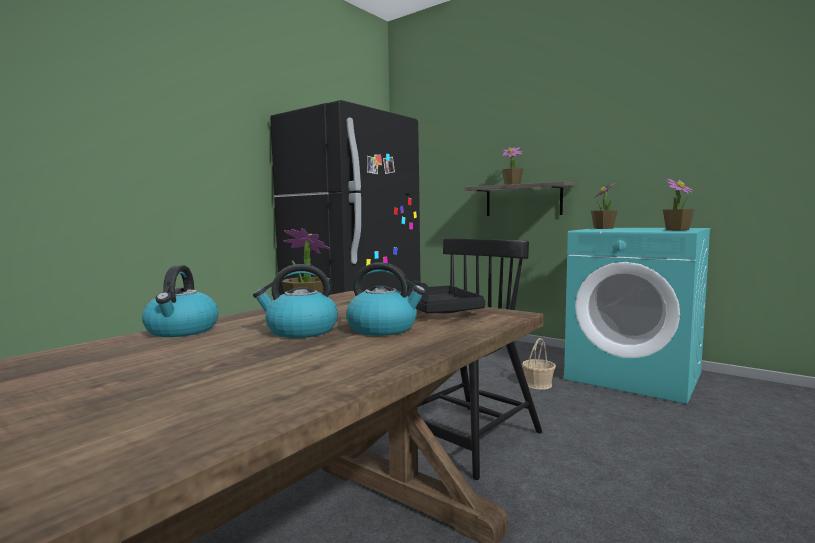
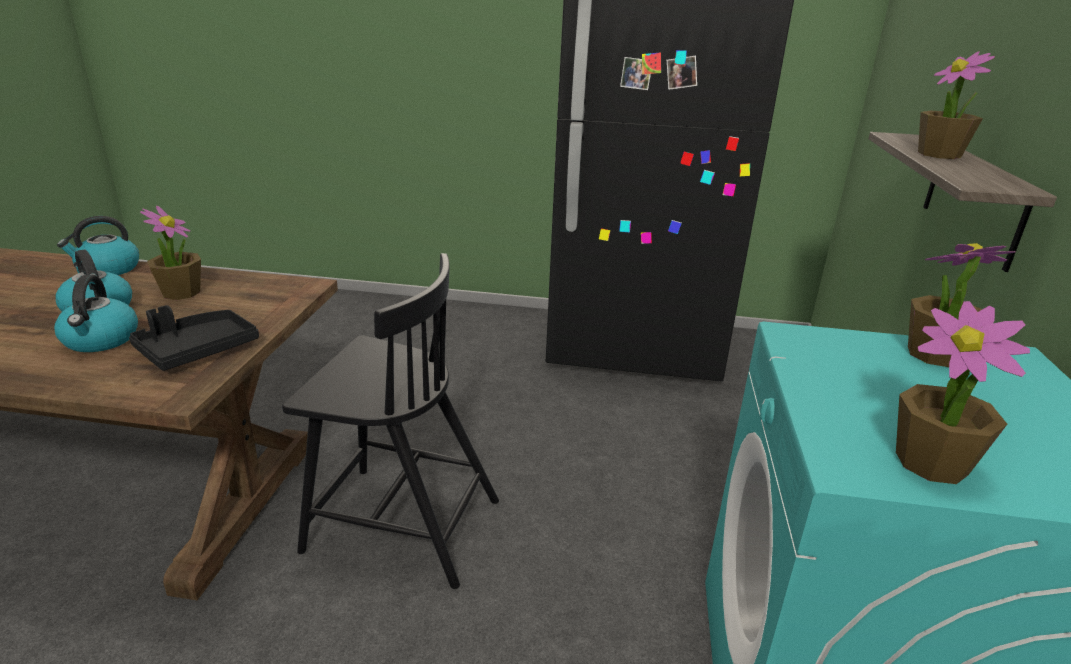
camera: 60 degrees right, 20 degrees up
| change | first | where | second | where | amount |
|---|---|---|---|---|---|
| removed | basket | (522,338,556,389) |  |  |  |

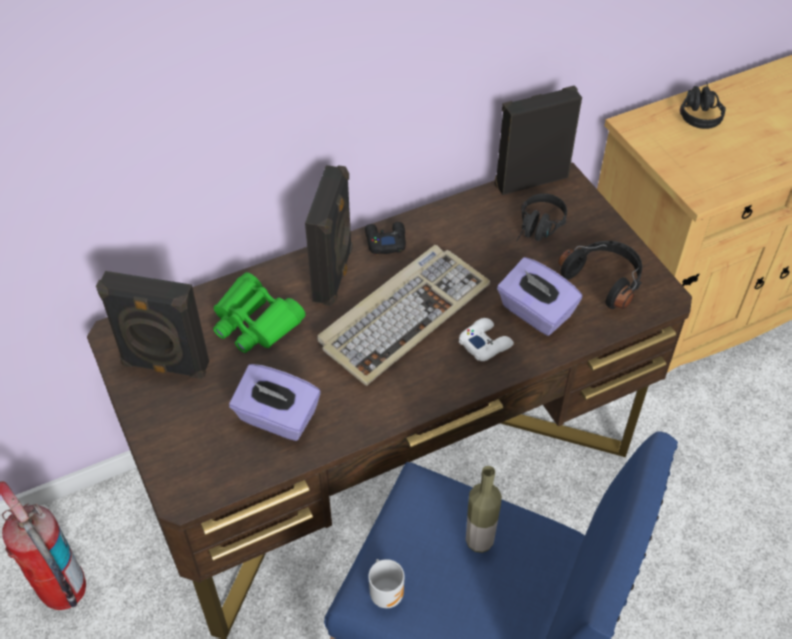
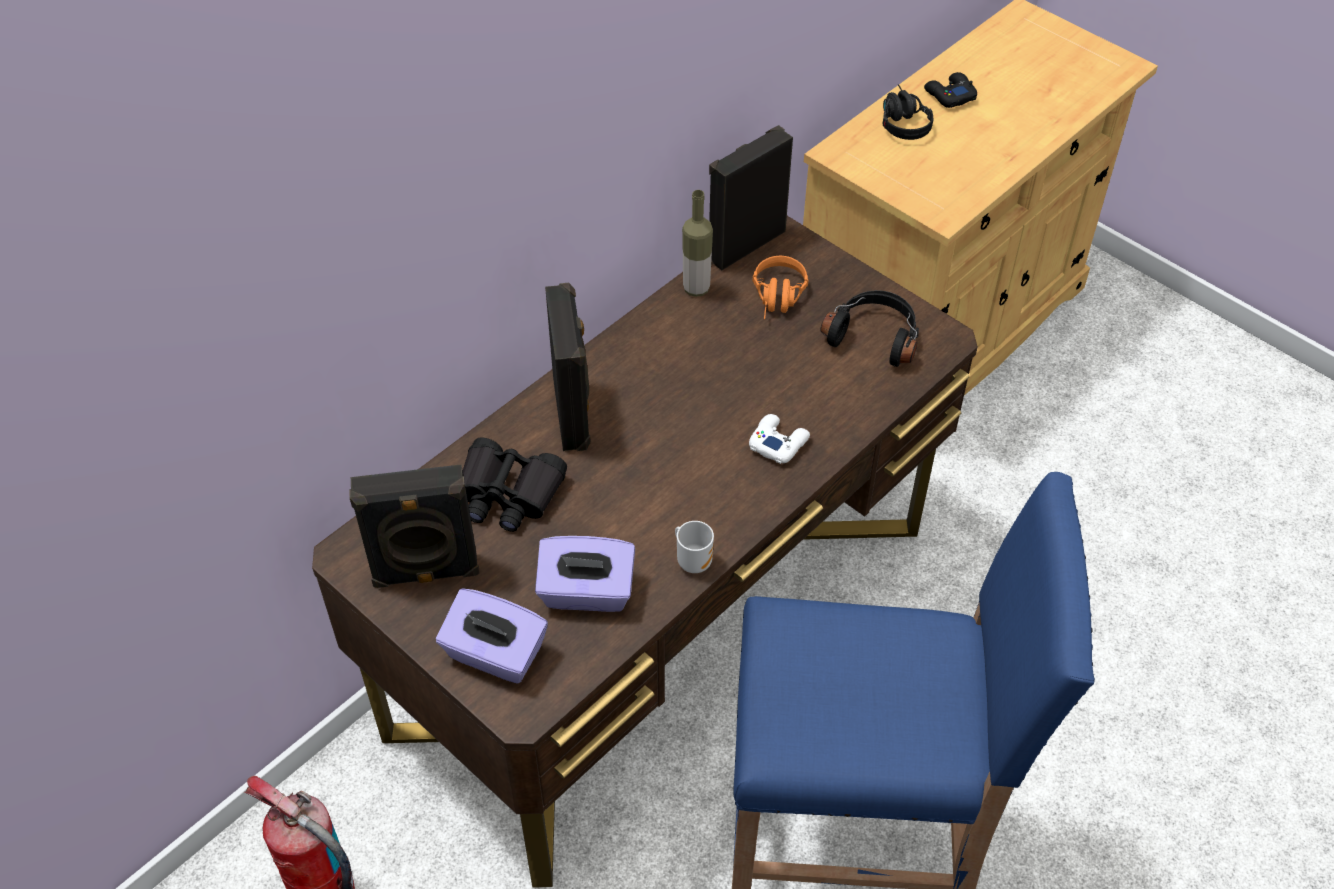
camera: 20 degrees left, 0 degrees up
| change | first | where | second | where | amount |
|---|---|---|---|---|---|
| recoloured | headset (black-coloured) | (516,193,567,242) | headset (orange) | (753,256,808,320) |  |
| moved | gamepad (black-coloured) | (365,222,406,254) |  | (924,72,977,108) |  |
| removed | computer keyboard | (317,245,490,386) |  |  |  |
| moved | tissue holder (purple) | (497,257,582,336) |  | (436,588,548,684) |  |
| recoloured | pair of binoculars (greenish) | (213,272,306,353) | pair of binoculars (black-coloured) | (463,437,567,532) |  |
| moved | bottle | (466,466,502,553) |  | (682,190,713,297) |  |
| moved | mug | (368,559,405,608) |  | (675,521,714,573) |  |

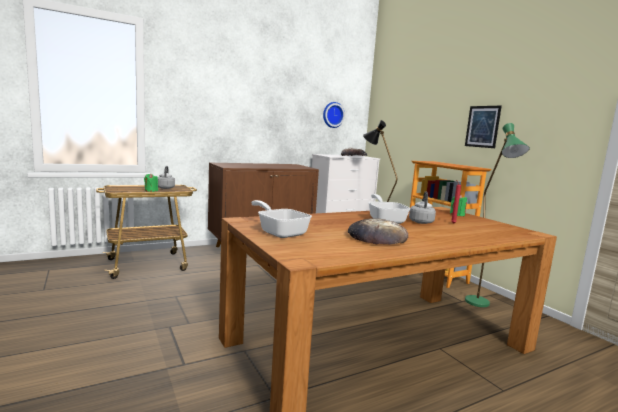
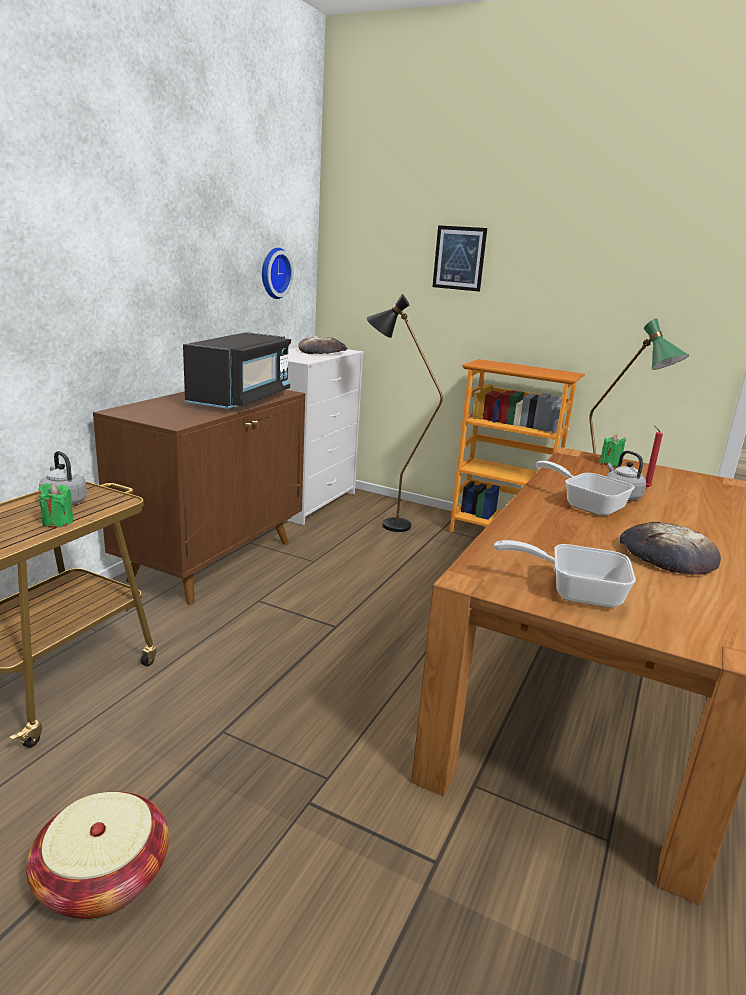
camera: 35 degrees left, 10 degrees up
| change | first | where | second | where | amount |
|---|---|---|---|---|---|
| moved | picture | (465,106,502,148) |  | (432,225,487,292) |  |
| added |  |  | kitchen microwave (black-coloured) | (183,332,291,409) |  |
| added |  |  | basket | (26,792,169,919) |  |

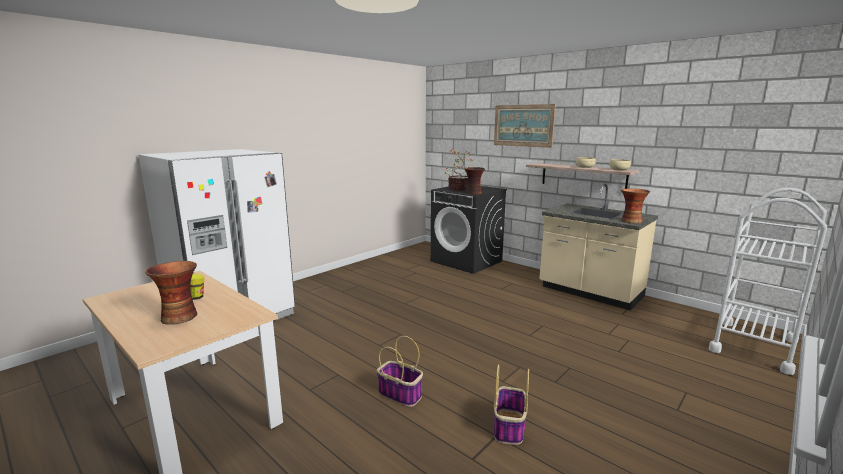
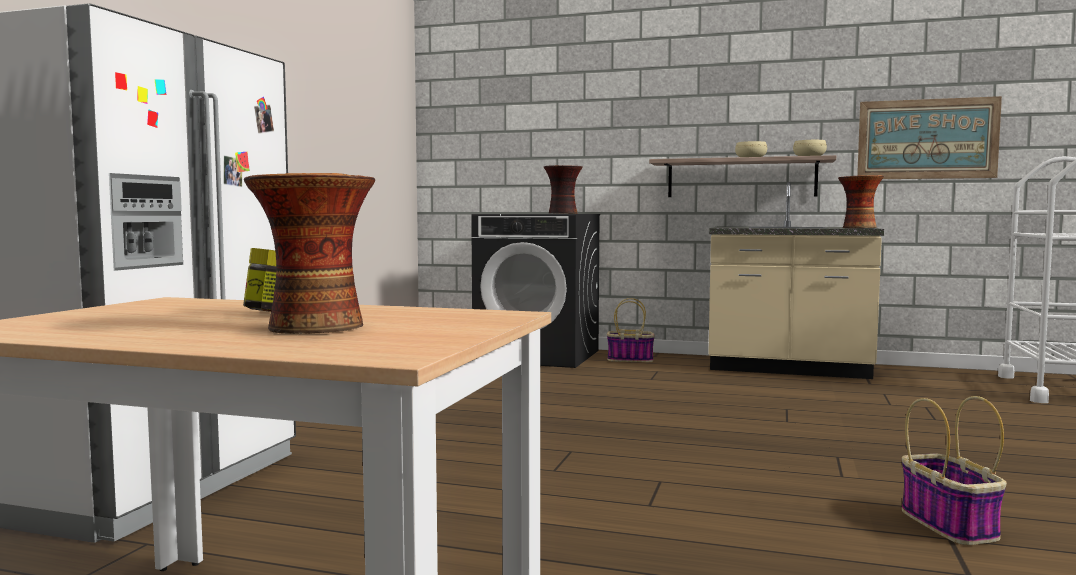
camera: 25 degrees left, 10 degrees down
| change | first | where | second | where | amount |
|---|---|---|---|---|---|
| moved | picture | (494,104,556,148) |  | (857,96,1002,179) |  |
| removed | houseplant | (445,150,473,191) |  |  |  |
| moved | basket | (377,336,423,407) |  | (607,298,655,362) |  |

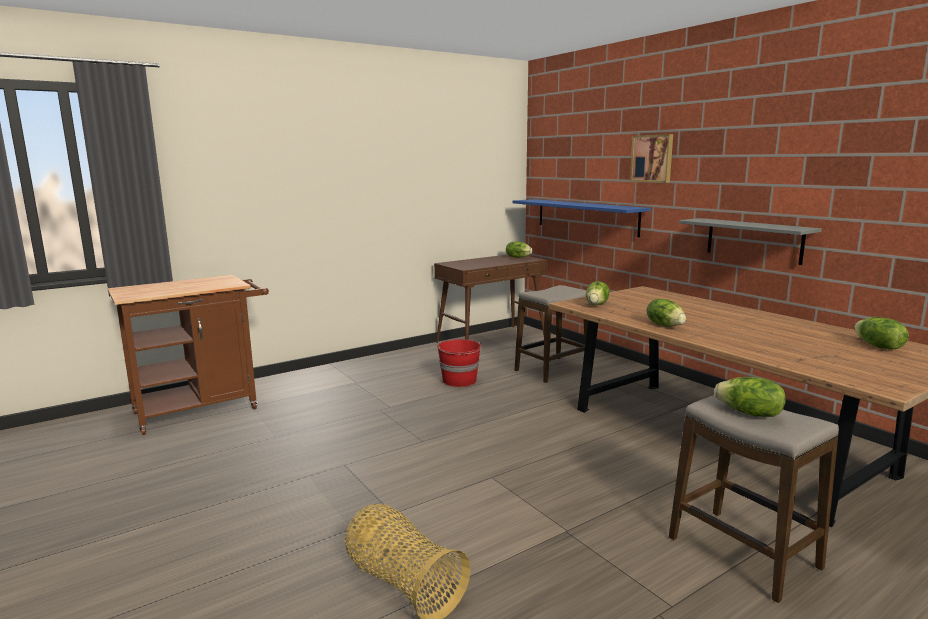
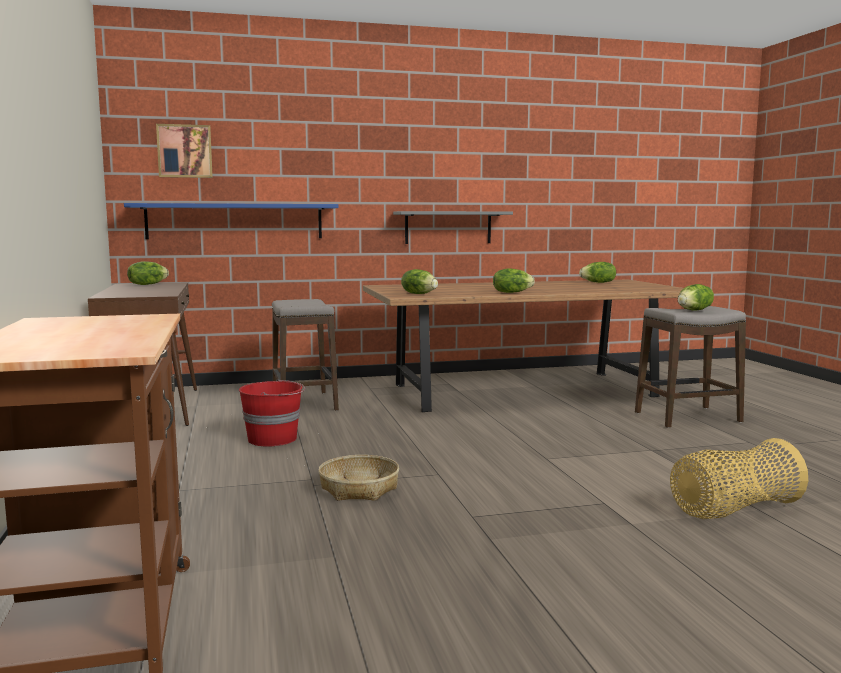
camera: 70 degrees left, 5 degrees down
| change | first | where | second | where | amount |
|---|---|---|---|---|---|
| moved | picture | (630,134,673,183) |  | (156,124,213,178) |  |
| added |  |  | basket | (318,455,399,501) |  |

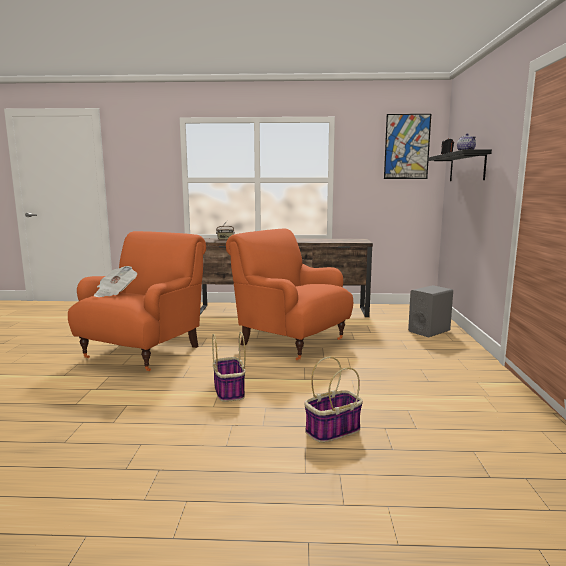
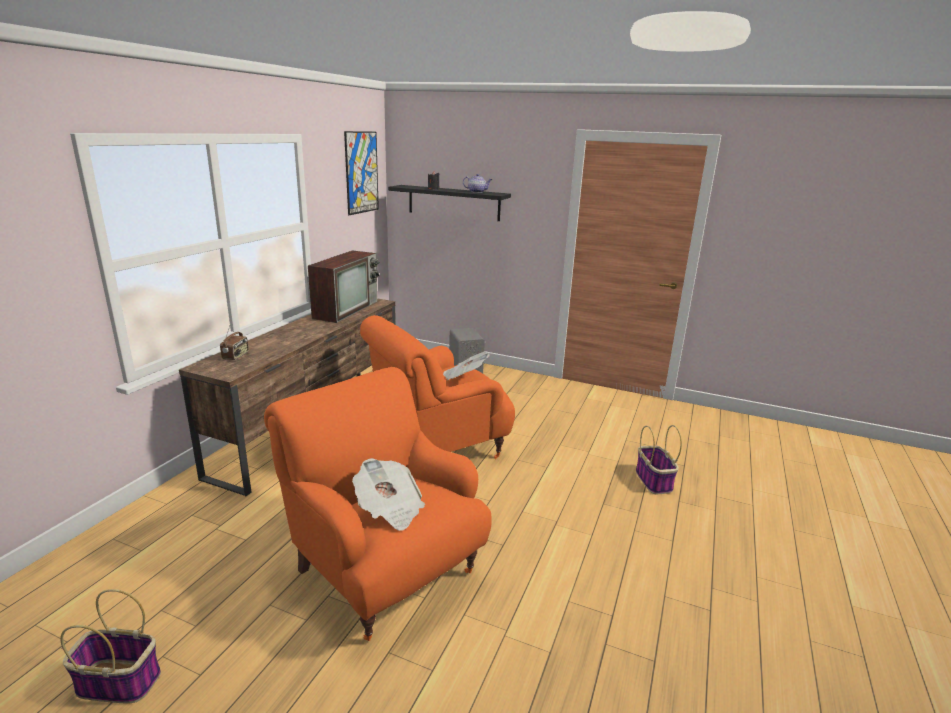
camera: 70 degrees left, 10 degrees up
| change | first | where | second | where | amount |
|---|---|---|---|---|---|
| moved | basket | (212,332,246,402) |  | (60,589,161,703) |  |
| added |  |  | TV | (308,250,380,323) |  |
| added |  |  | printed paper | (443,352,489,380) |  |

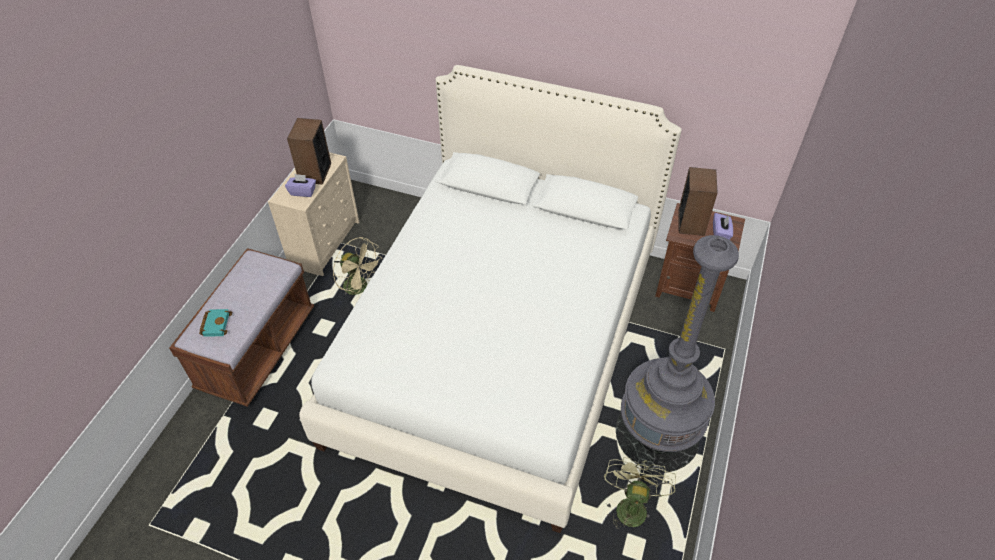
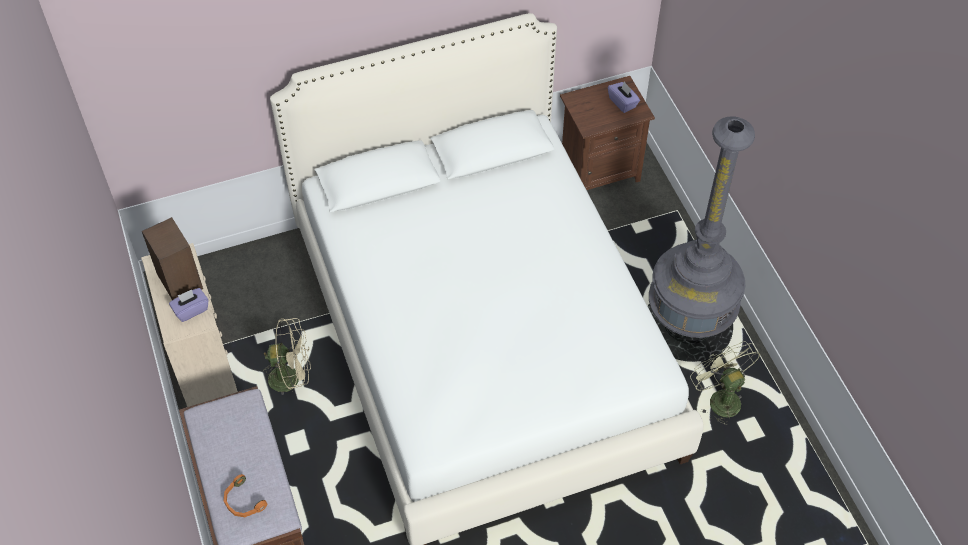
camera: 40 degrees left, 5 degrees up
| change | first | where | second | where | amount |
|---|---|---|---|---|---|
| removed | audio speaker | (678,167,718,236) |  |  |  |
| replaced | volume (turquoise-coloured) | (199,309,232,337) | headset (orange) | (224,474,267,517) |  |

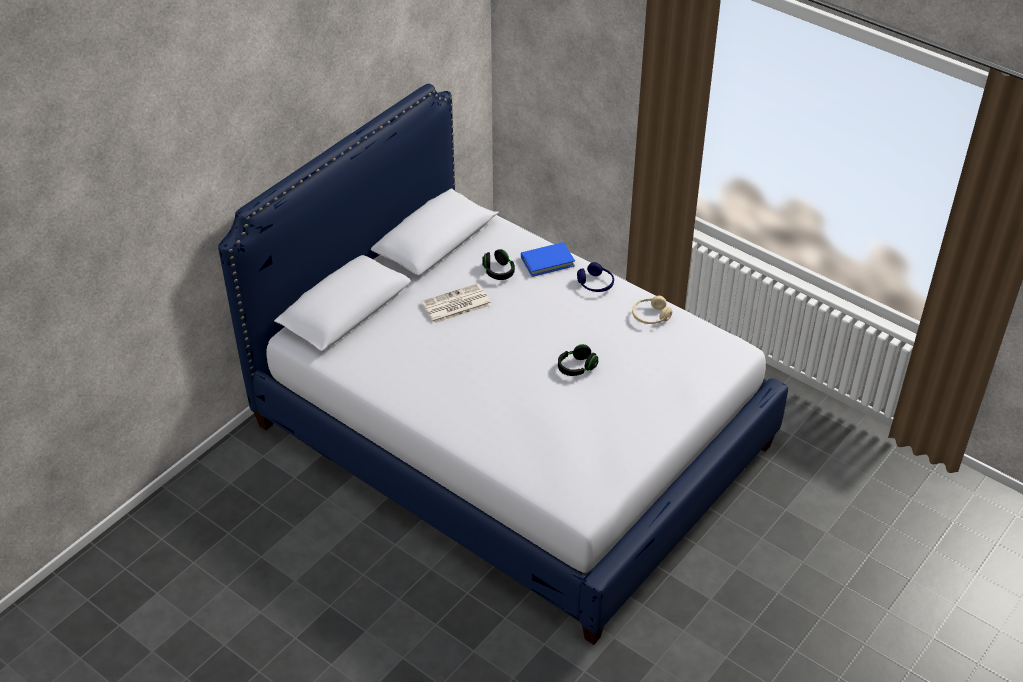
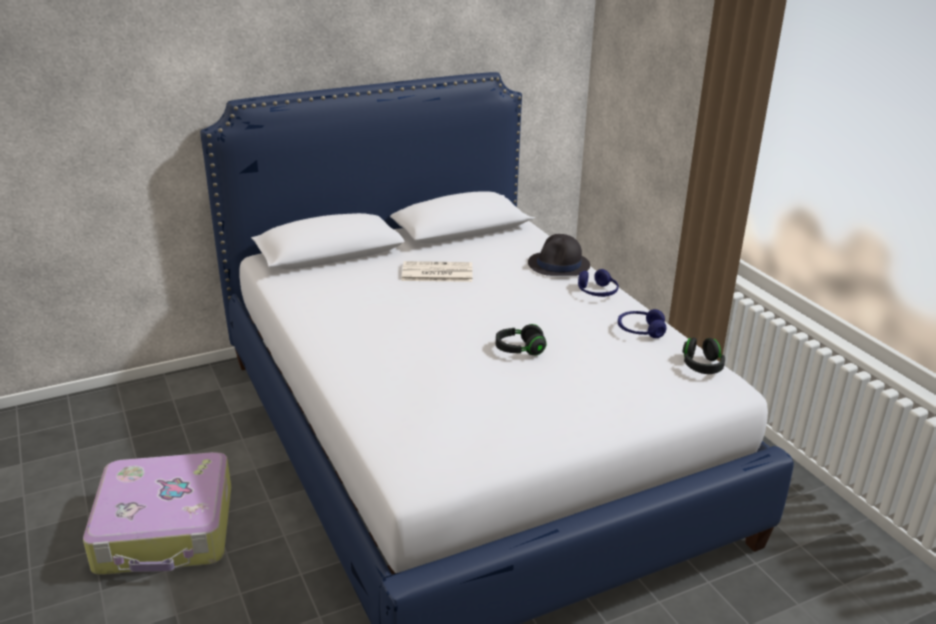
camera: 25 degrees right, 15 degrees down
| change | first | where | second | where | amount |
|---|---|---|---|---|---|
| replaced | volume (blue) | (521,242,575,277) | wearable hat (black-coloured) | (528,234,590,276) |  |
| moved | headset (black-coloured) | (482,249,515,280) |  | (683,337,725,374) |  |
| recoloured | headset (beige) | (632,296,673,324) | headset (blue) | (618,309,666,338) |  |
| added |  |  | travel case | (83,452,231,575) |  |

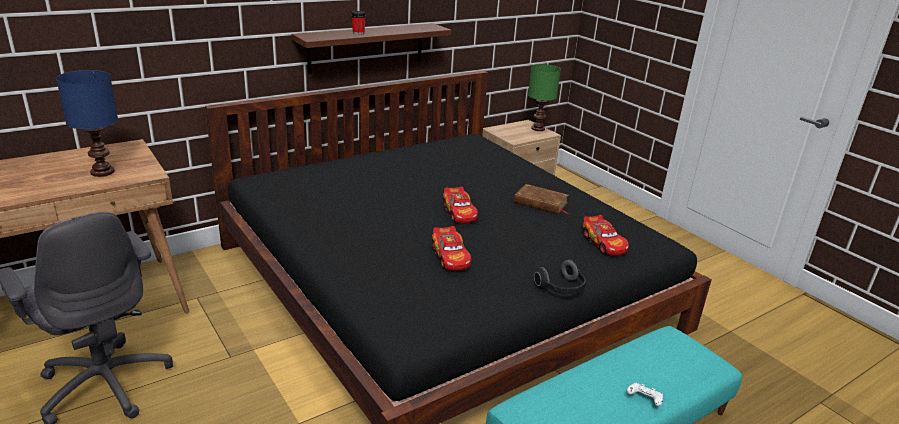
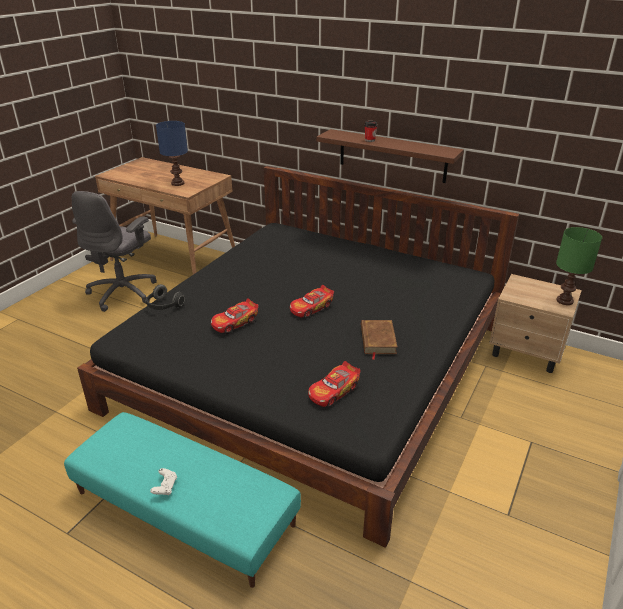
camera: 65 degrees right, 5 degrees up
| change | first | where | second | where | amount |
|---|---|---|---|---|---|
| moved | headset | (534,259,586,295) |  | (146,284,185,310) |  |

